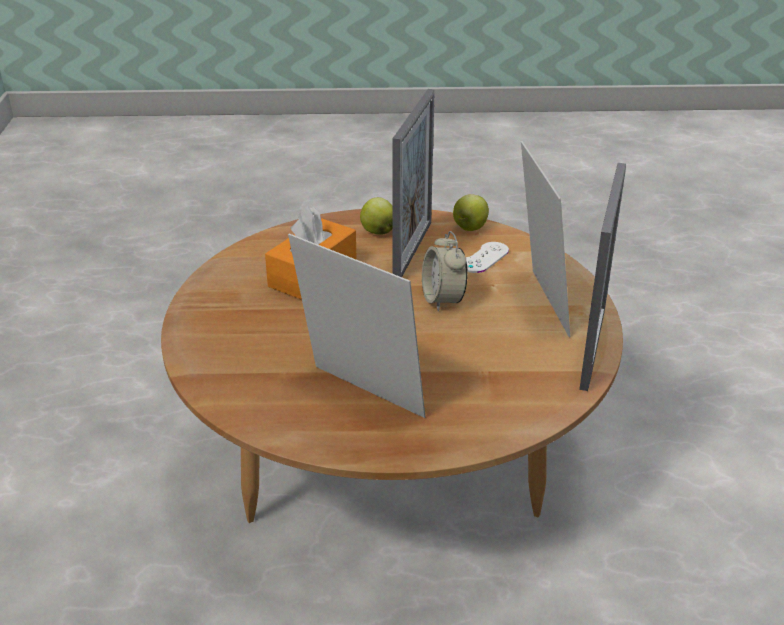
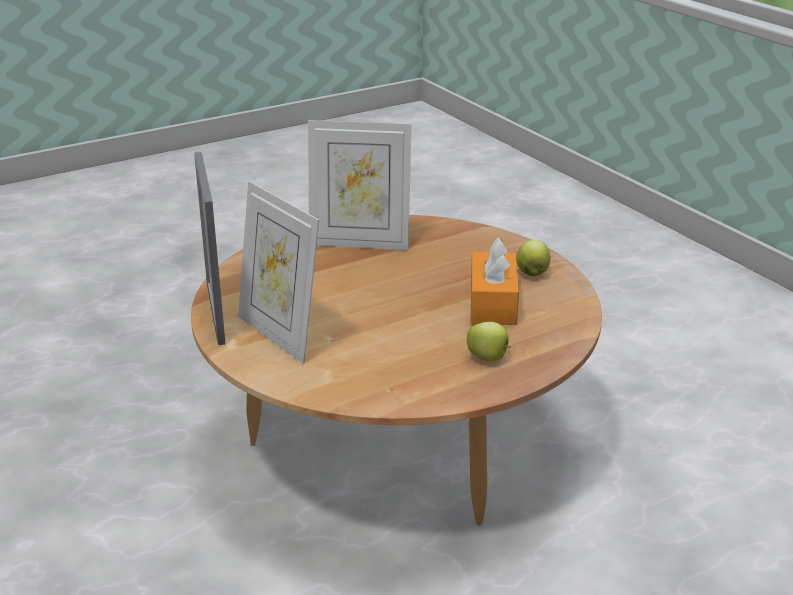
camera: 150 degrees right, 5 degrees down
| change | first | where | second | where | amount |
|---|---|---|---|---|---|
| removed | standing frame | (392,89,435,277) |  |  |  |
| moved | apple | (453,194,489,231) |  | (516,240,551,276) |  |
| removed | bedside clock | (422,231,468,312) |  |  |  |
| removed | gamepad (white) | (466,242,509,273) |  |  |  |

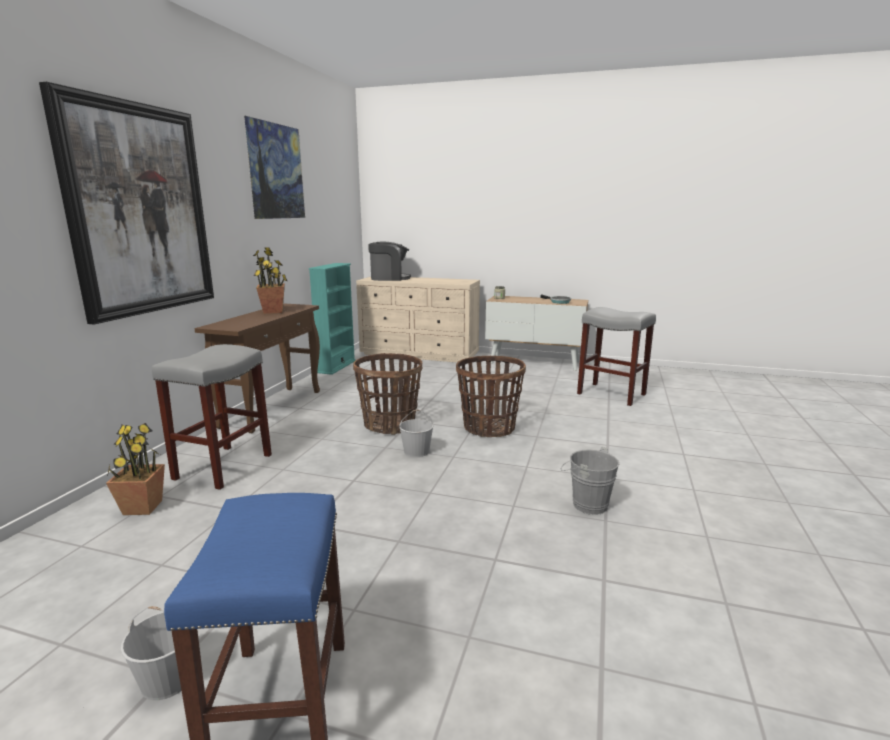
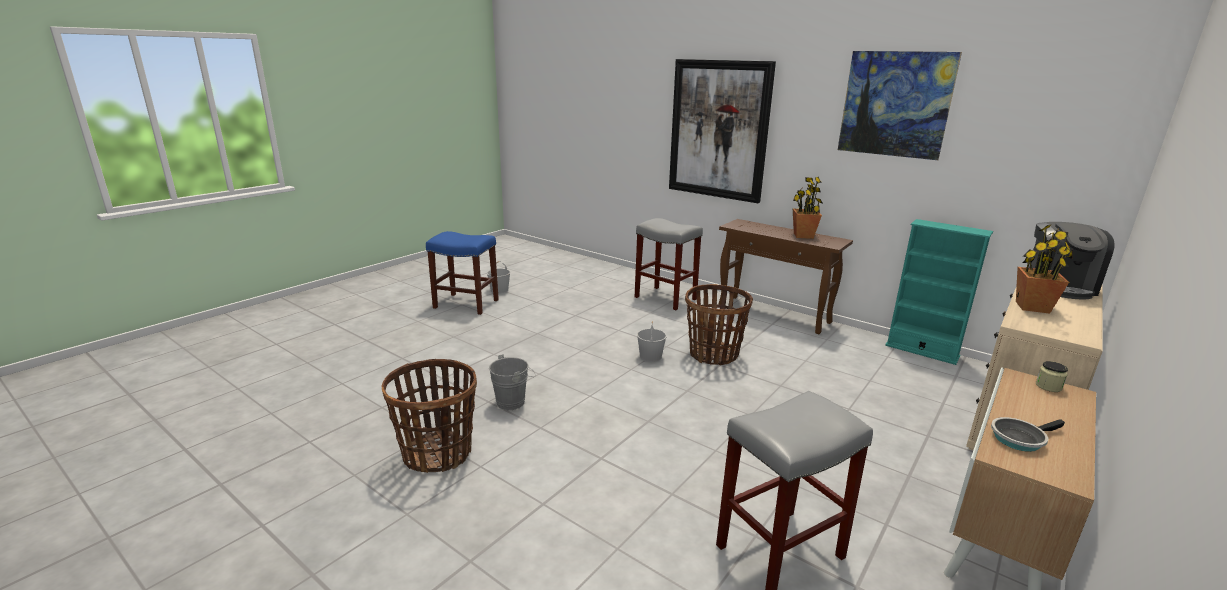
camera: 110 degrees right, 5 degrees up
| change | first | where | second | where | amount |
|---|---|---|---|---|---|
| moved | basket | (456,355,526,437) |  | (382,359,477,473) |  |
| moved | houseplant | (106,423,165,515) |  | (1016,224,1073,314) |  |

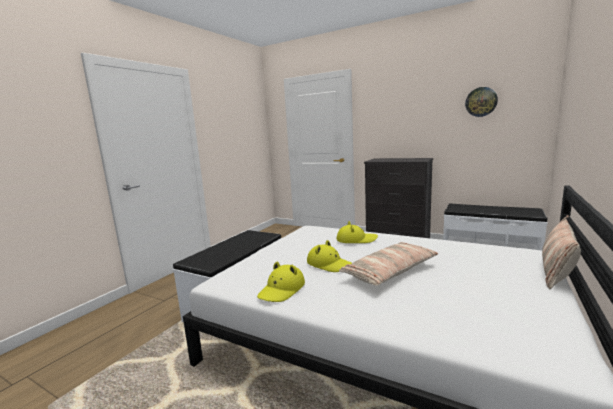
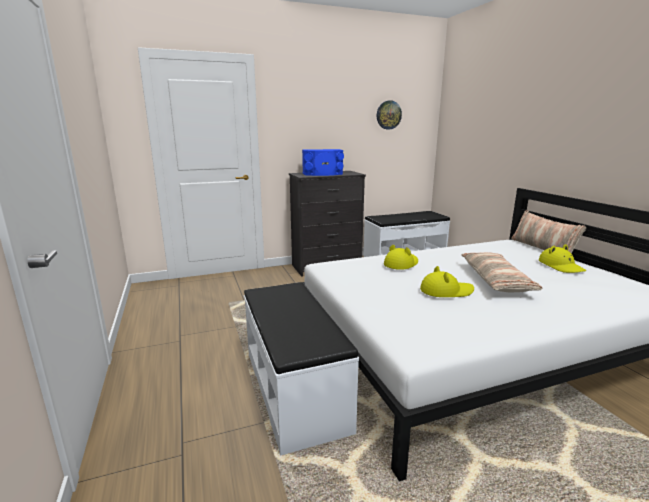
camera: 50 degrees left, 5 degrees up
| change | first | where | second | where | amount |
|---|---|---|---|---|---|
| moved | wearable hat (yellow) | (257,262,305,302) |  | (539,244,586,273) |  |
| added |  |  | audio speaker (blue) | (302,149,344,176) |  |

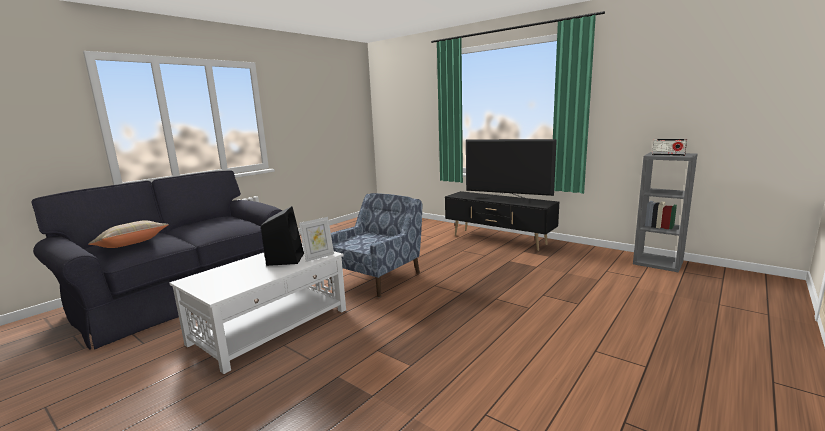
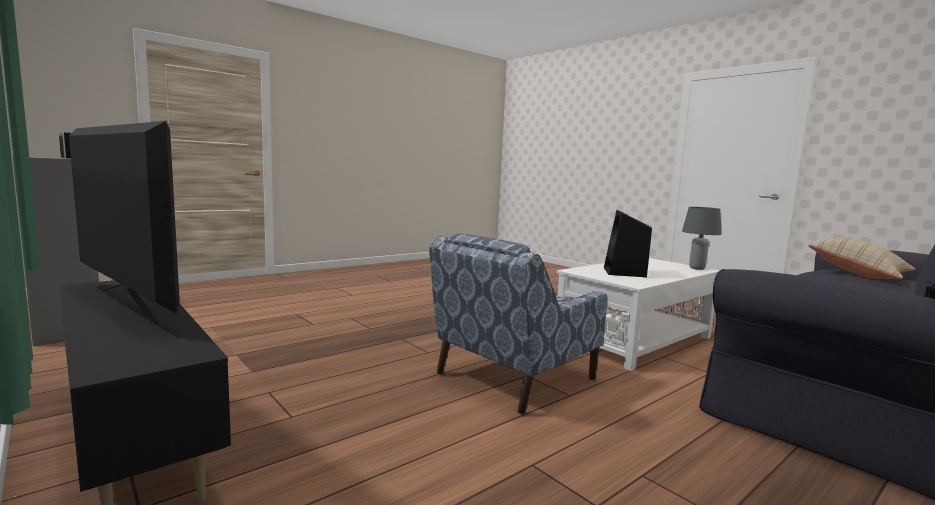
camera: 170 degrees left, 5 degrees down
| change | first | where | second | where | amount |
|---|---|---|---|---|---|
| removed | standing frame | (299,217,334,262) |  |  |  |
| added |  |  | lamp for a table (gray) | (682,207,722,270) |  |

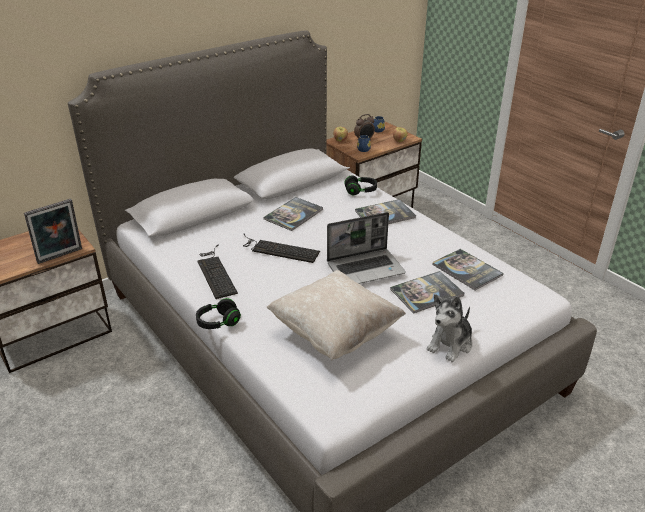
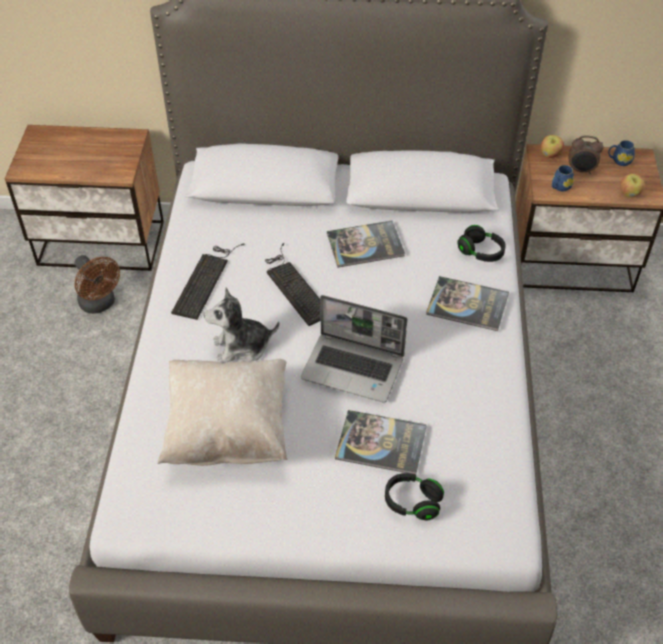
camera: 40 degrees right, 15 degrees up
| change | first | where | second | where | amount |
|---|---|---|---|---|---|
| removed | standing frame | (24,199,82,264) |  |  |  |
| removed | volume | (432,249,504,290) |  |  |  |
| moved | cuddly toy | (427,294,473,362) |  | (204,288,279,363) |  |
| moved | headset (black-coloured) | (196,298,241,329) |  | (385,473,444,520) |  |
| added |  |  | electric fan (brown-coloured) | (74,255,120,314) |  |

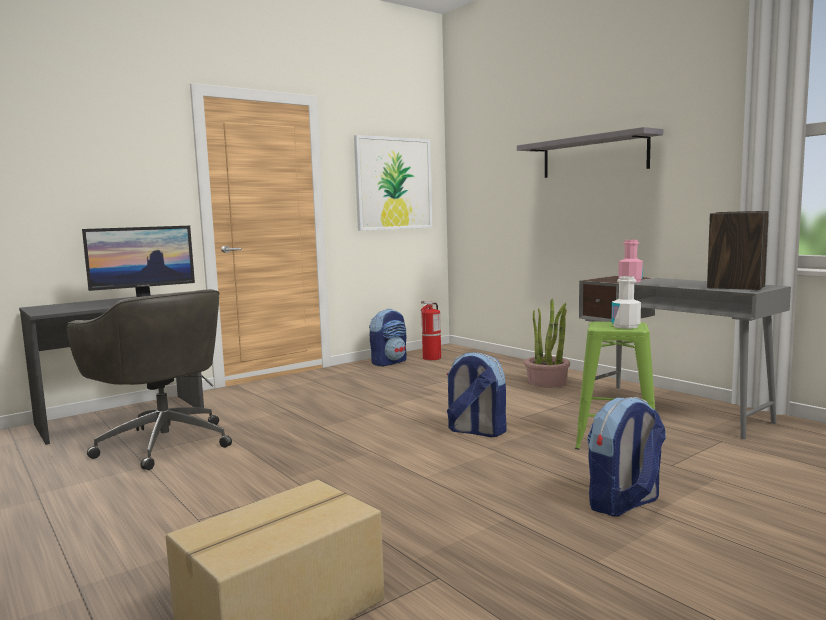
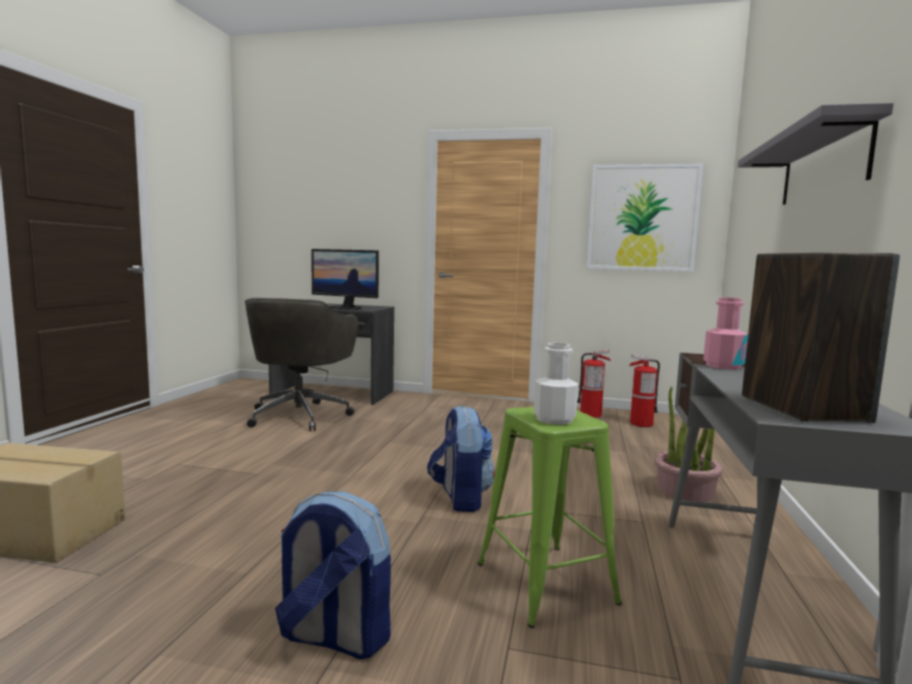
camera: 50 degrees right, 0 degrees up
| change | first | where | second | where | amount |
|---|---|---|---|---|---|
| replaced | knapsack | (369,309,407,366) | fire extinguisher | (577,350,611,418) |  |

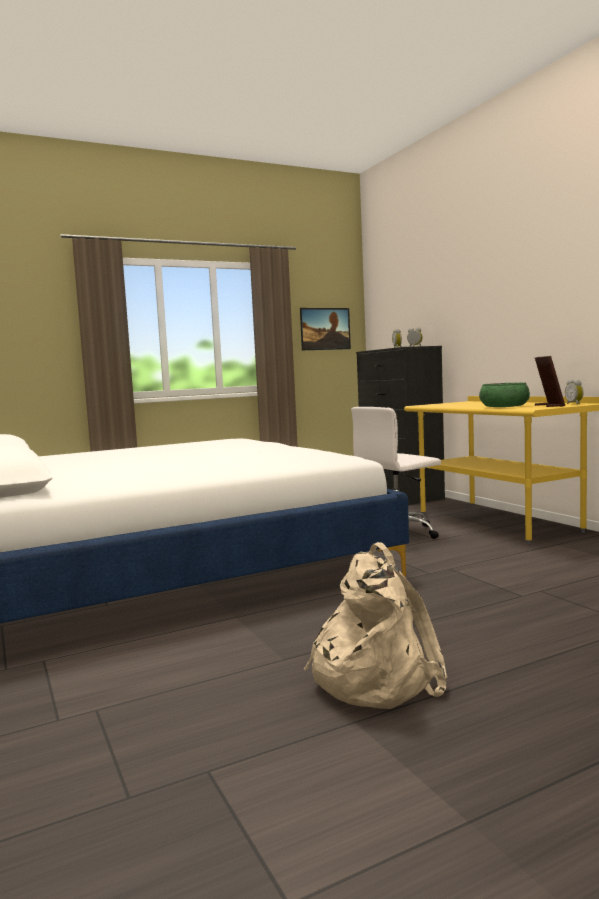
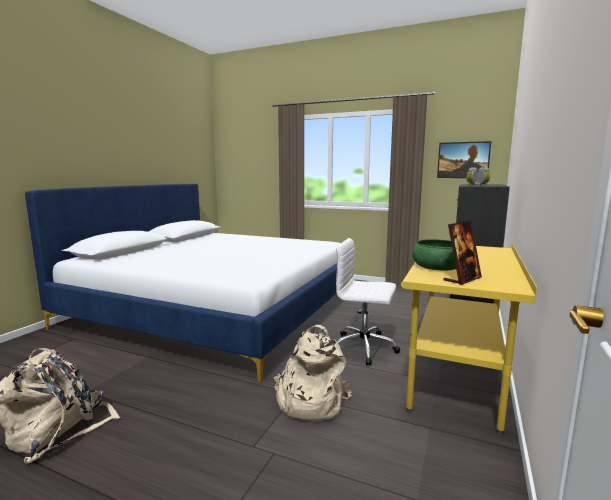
camera: 50 degrees right, 5 degrees up
| change | first | where | second | where | amount |
|---|---|---|---|---|---|
| removed | bedside clock | (565,380,584,405) |  |  |  |
| added |  |  | knapsack (beige) | (273,325,352,421) |  |

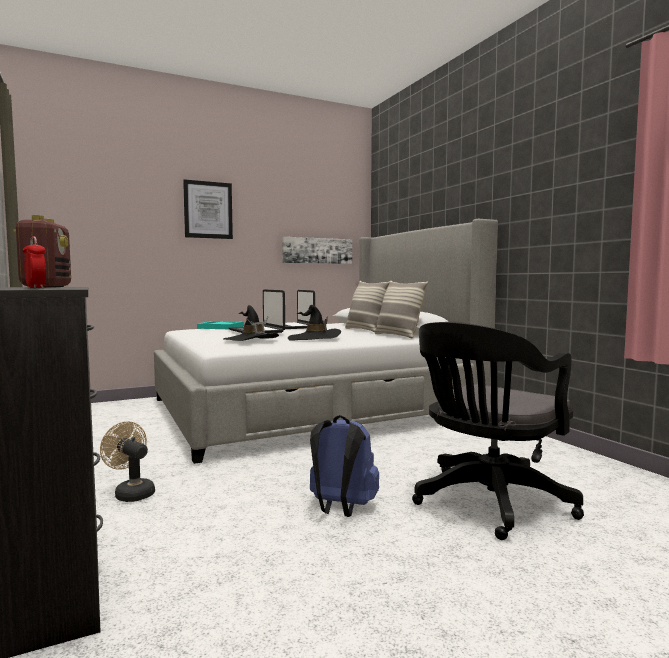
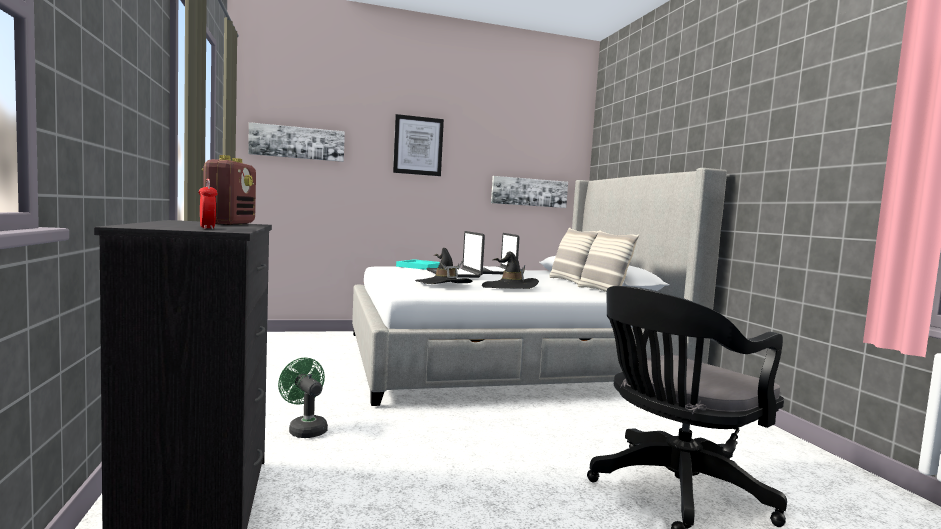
camera: 10 degrees right, 0 degrees up
| change | first | where | second | where | amount |
|---|---|---|---|---|---|
| removed | knapsack (blue) | (310,415,379,517) |  |  |  |
| recoloured | electric fan (beige) | (100,421,155,502) | electric fan (greenish) | (278,358,328,438) |  |
| added |  |  | picture | (248,122,345,162) |  |

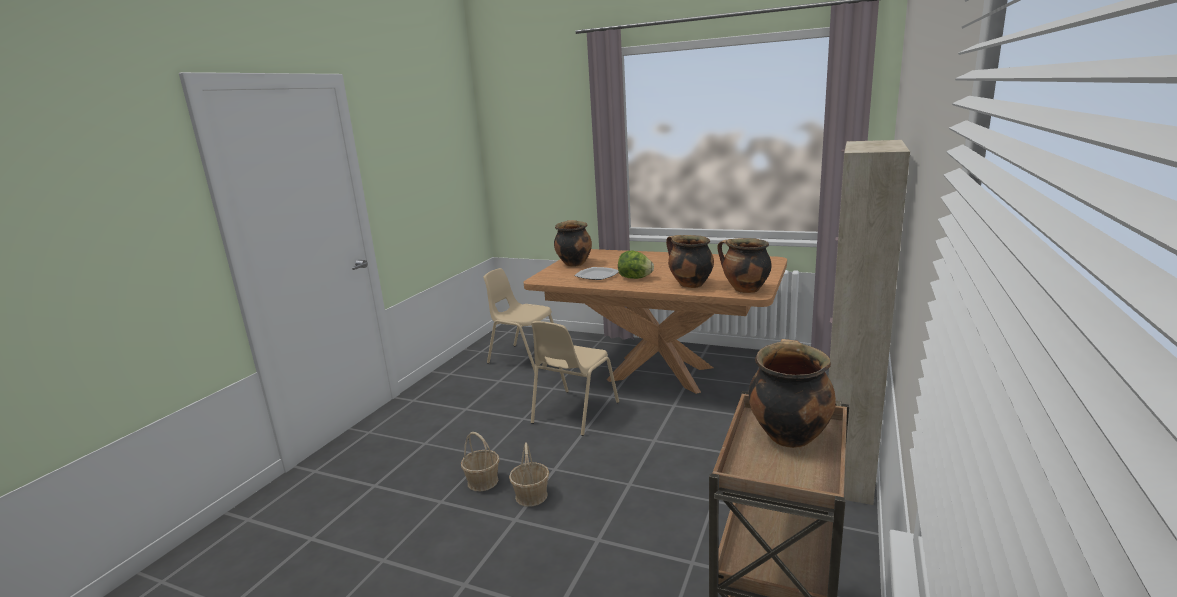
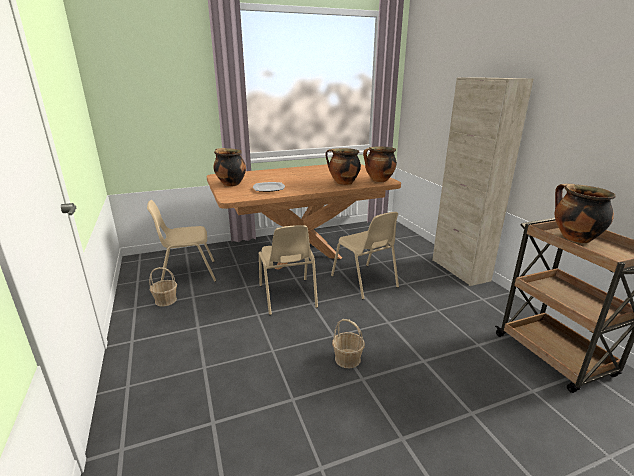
camera: 45 degrees left, 5 degrees up
| change | first | where | second | where | amount |
|---|---|---|---|---|---|
| removed | lettuce head | (618,251,654,279) |  |  |  |
| moved | basket | (461,432,500,491) |  | (149,267,177,307) |  |
| added |  |  | chair (beige) | (331,212,399,299) |  |

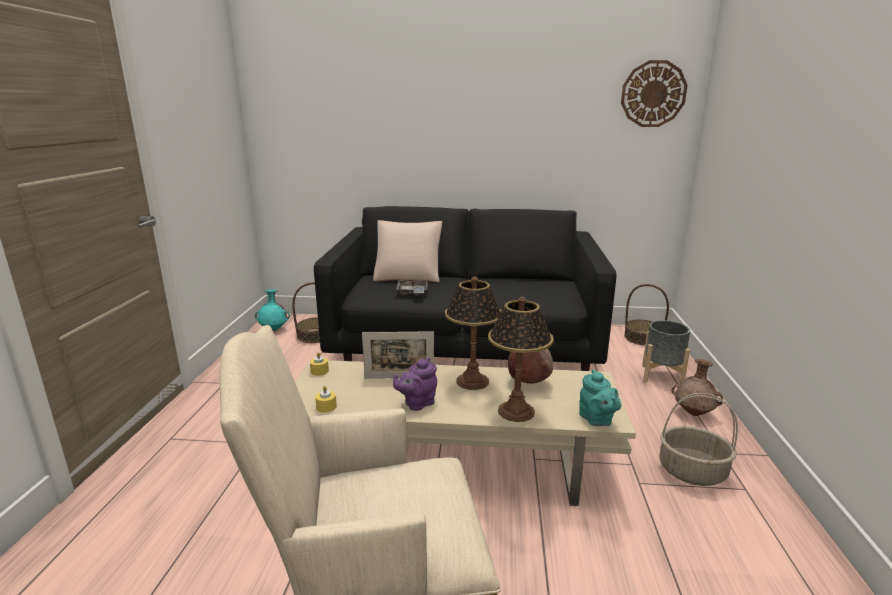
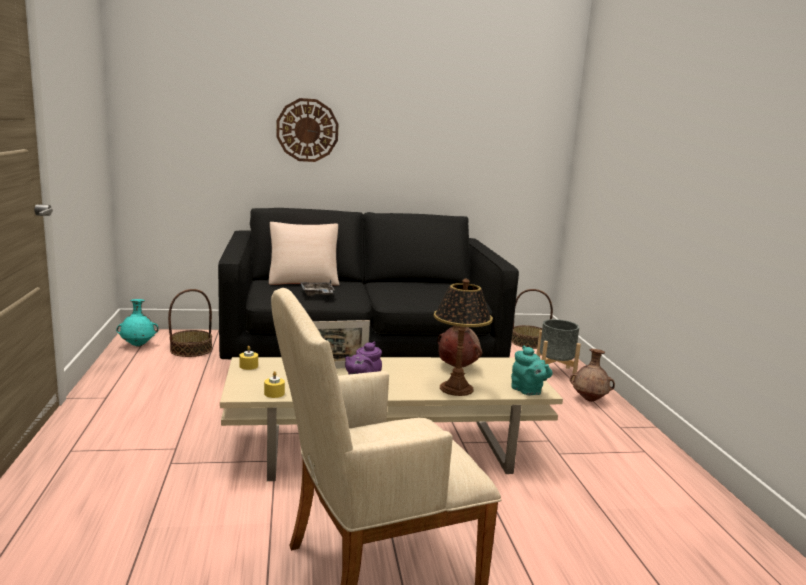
camera: 15 degrees left, 5 degrees down
| change | first | where | second | where | amount |
|---|---|---|---|---|---|
| moved | wall clock | (621,60,688,127) |  | (276,98,339,162) |  |
| removed | lamp for a table | (445,276,501,390) |  |  |  |
| removed | basket | (659,393,738,486) |  |  |  |

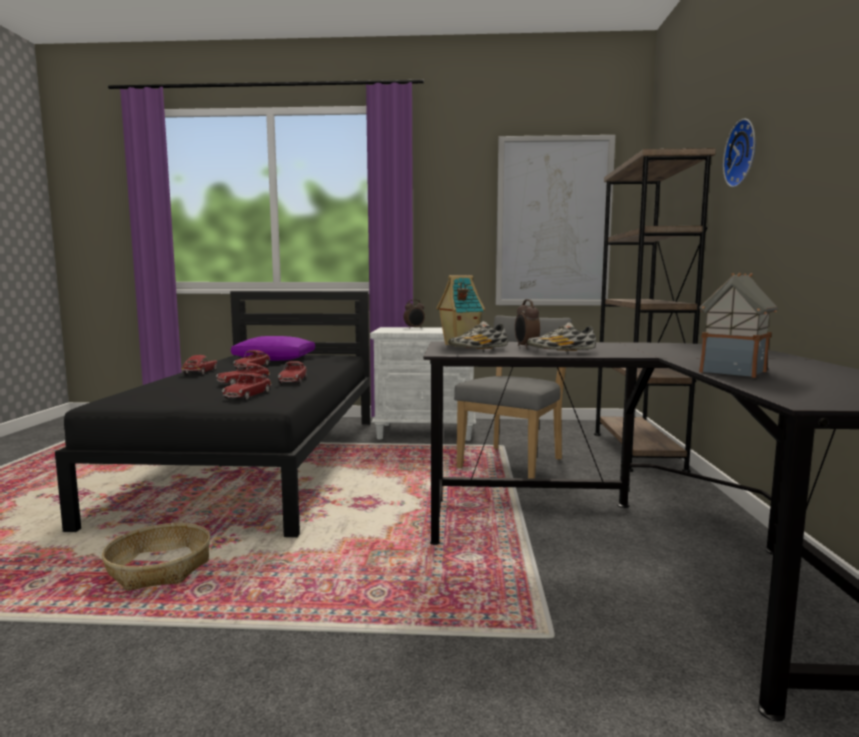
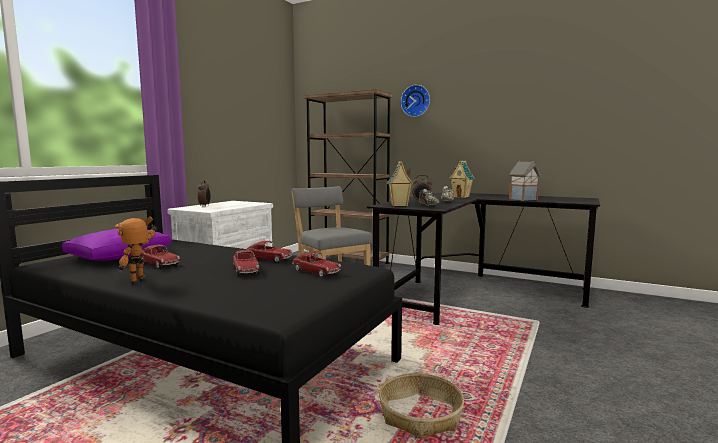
camera: 65 degrees left, 0 degrees up
| change | first | where | second | where | amount |
|---|---|---|---|---|---|
| removed | picture | (496,135,615,306) |  |  |  |
| replaced | miniature car | (182,355,217,375) | model robot | (114,216,157,282) |  |
| added |  |  | toy house | (449,161,475,198) |  |

